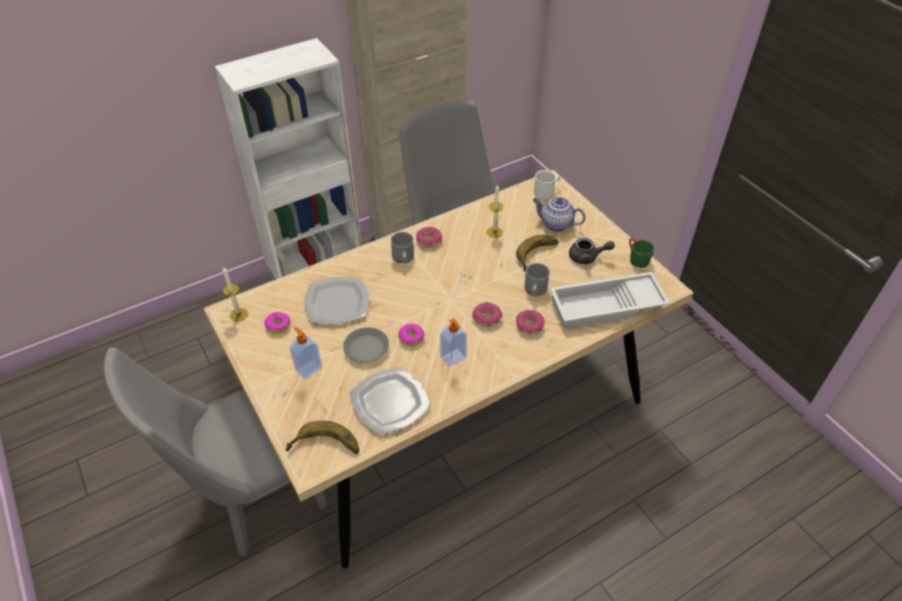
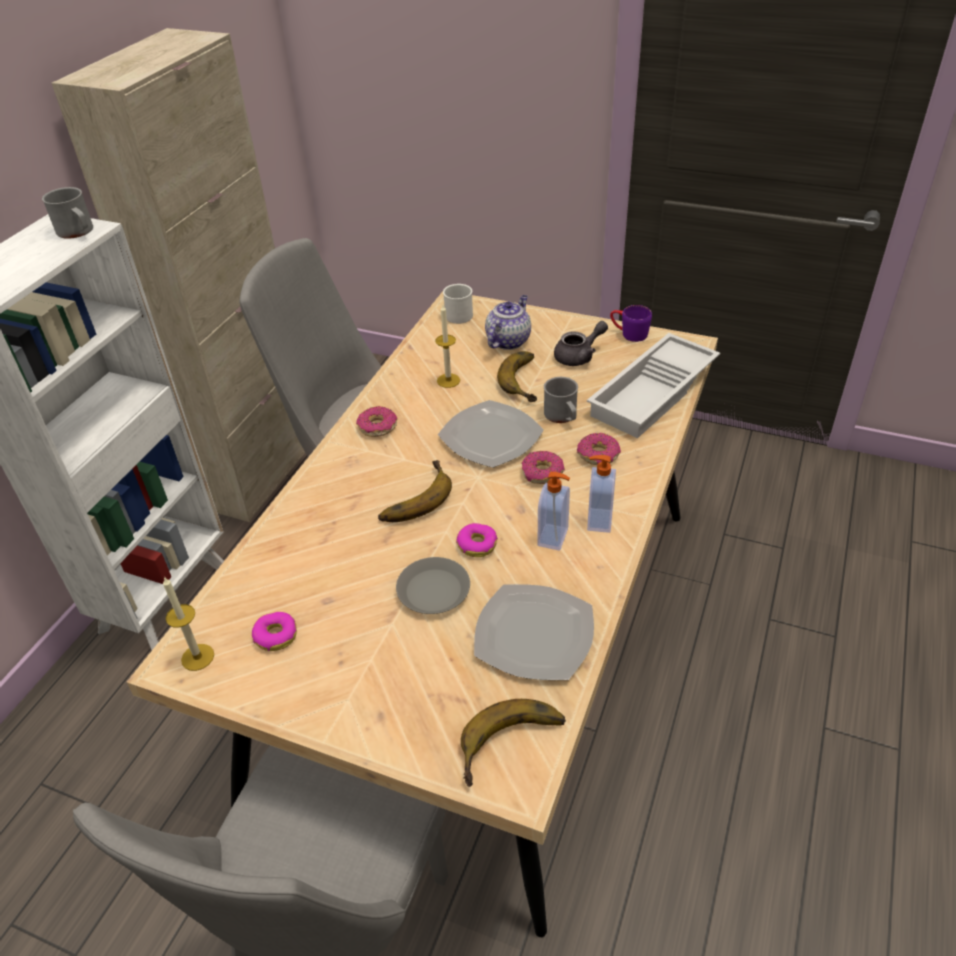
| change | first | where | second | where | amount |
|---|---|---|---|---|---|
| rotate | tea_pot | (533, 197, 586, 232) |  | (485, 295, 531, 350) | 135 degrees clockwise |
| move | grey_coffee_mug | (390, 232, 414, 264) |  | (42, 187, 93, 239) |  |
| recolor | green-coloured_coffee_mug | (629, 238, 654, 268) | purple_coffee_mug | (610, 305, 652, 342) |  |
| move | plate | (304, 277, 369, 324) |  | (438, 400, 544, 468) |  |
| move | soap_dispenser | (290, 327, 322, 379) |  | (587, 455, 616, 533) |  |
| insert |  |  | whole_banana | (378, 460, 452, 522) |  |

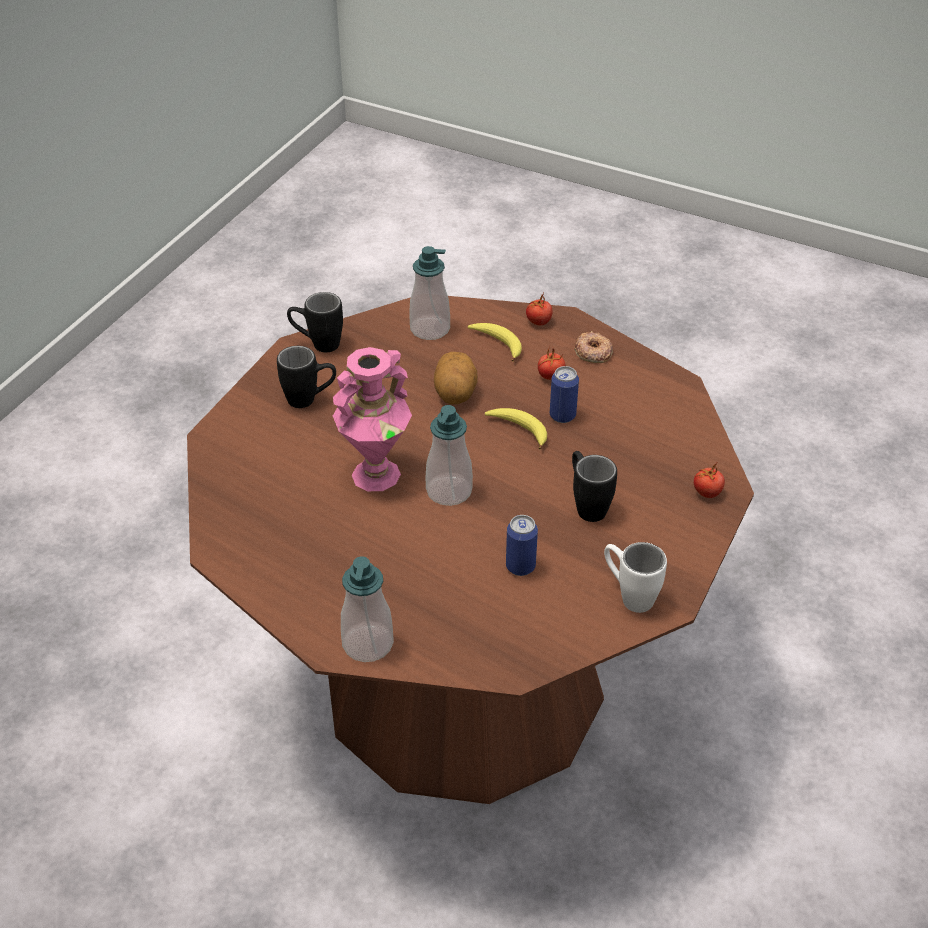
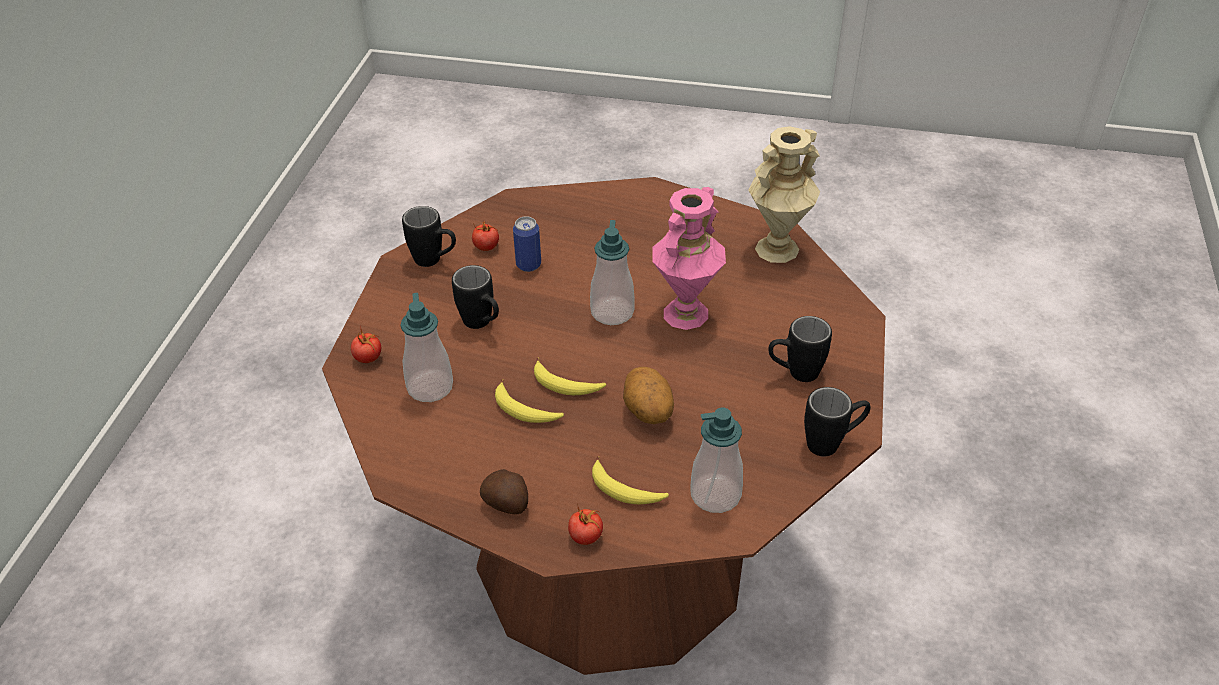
| change | first | where | second | where | amount |
|---|---|---|---|---|---|
| replace | doughnut | (574, 331, 613, 363) | whole_potato | (480, 469, 528, 514) |  |
| move | tomato | (538, 347, 566, 380) |  | (472, 221, 499, 251) |  |
| replace | can | (550, 366, 579, 423) | whole_banana | (495, 379, 564, 423) |  |
| recolor | white_coffee_mug | (604, 542, 667, 613) | black-coloured_coffee_mug | (402, 206, 456, 267) |  |
| move | soap_dispenser | (341, 556, 394, 662) |  | (400, 293, 453, 402) |  |
| insert |  |  | beige-coloured_flower_vase | (748, 126, 820, 263) |  |

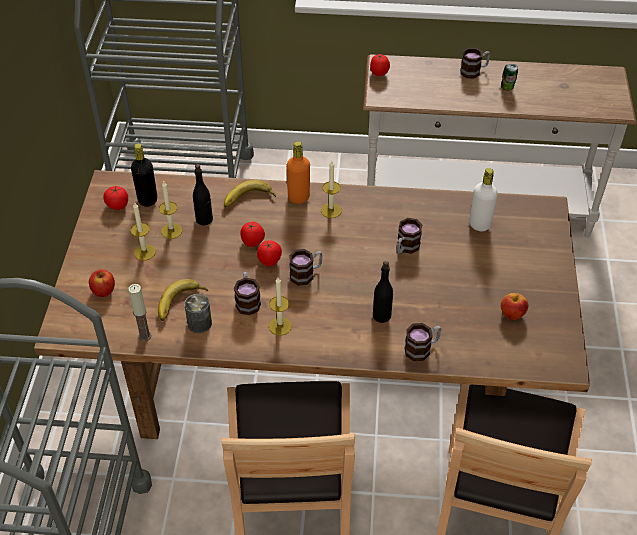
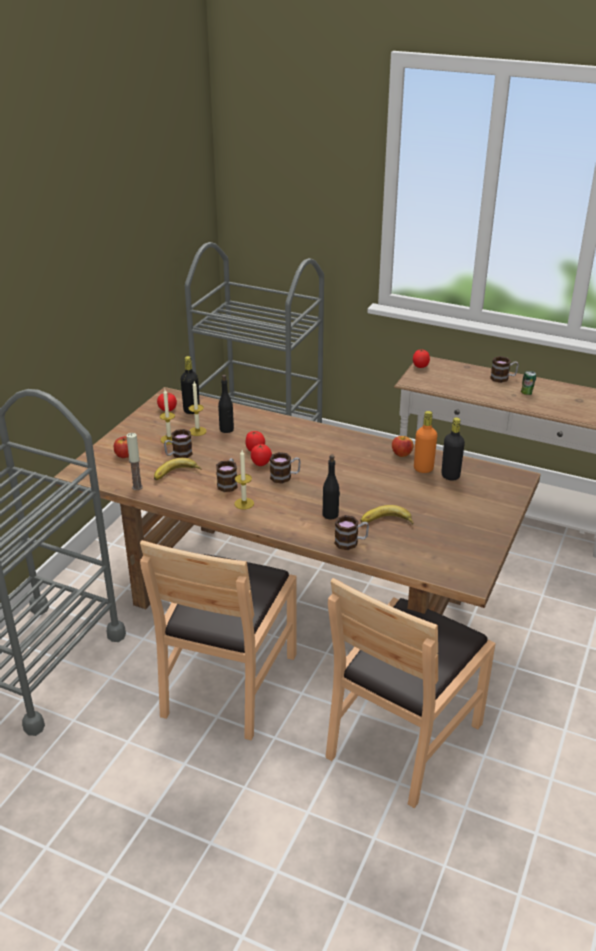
| change | first | where | second | where | amount |
|---|---|---|---|---|---|
| move | orange_drink_bottle | (286, 141, 310, 204) |  | (414, 411, 437, 473) |  |
| delete | wax_light | (321, 161, 342, 218) |  |  |  |
| recolor | white_drink_bottle | (469, 168, 498, 231) | black-coloured_drink_bottle | (441, 417, 465, 481) |  |
| move | whole_banana | (224, 180, 276, 208) |  | (361, 505, 414, 524) |  |
| move | coffee_mug | (396, 218, 422, 254) |  | (164, 429, 193, 458) |  |
| move | apple_fruit | (501, 293, 528, 320) |  | (392, 436, 414, 457) |  |
| delete | can | (184, 294, 212, 333) |  |  |  |

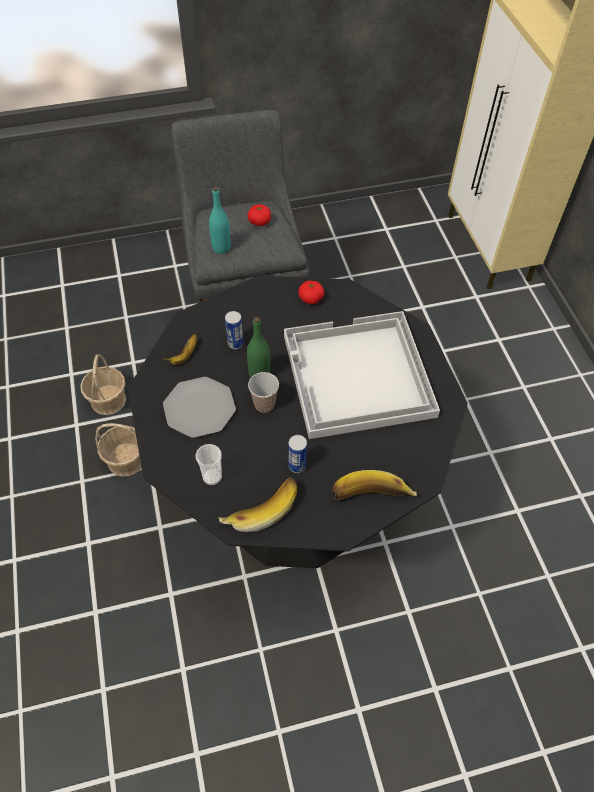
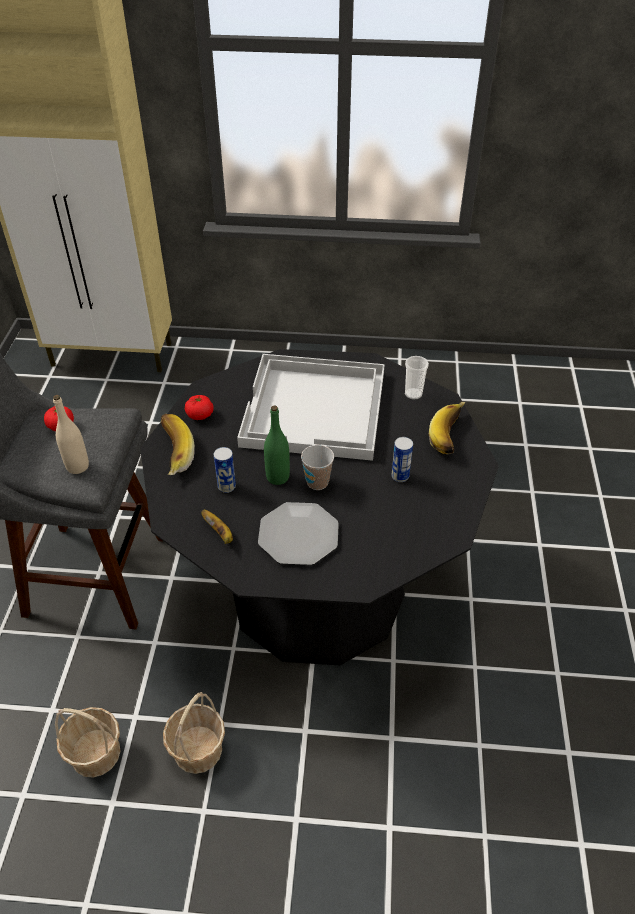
| change | first | where | second | where | amount |
|---|---|---|---|---|---|
| recolor | turquoise_drink_bottle | (209, 187, 231, 254) | beige-coloured_drink_bottle | (53, 395, 89, 474) |  |
| move | cup | (195, 444, 222, 485) |  | (405, 356, 429, 400) |  |
| move | whole_banana | (218, 477, 297, 532) |  | (161, 414, 195, 475) |  |

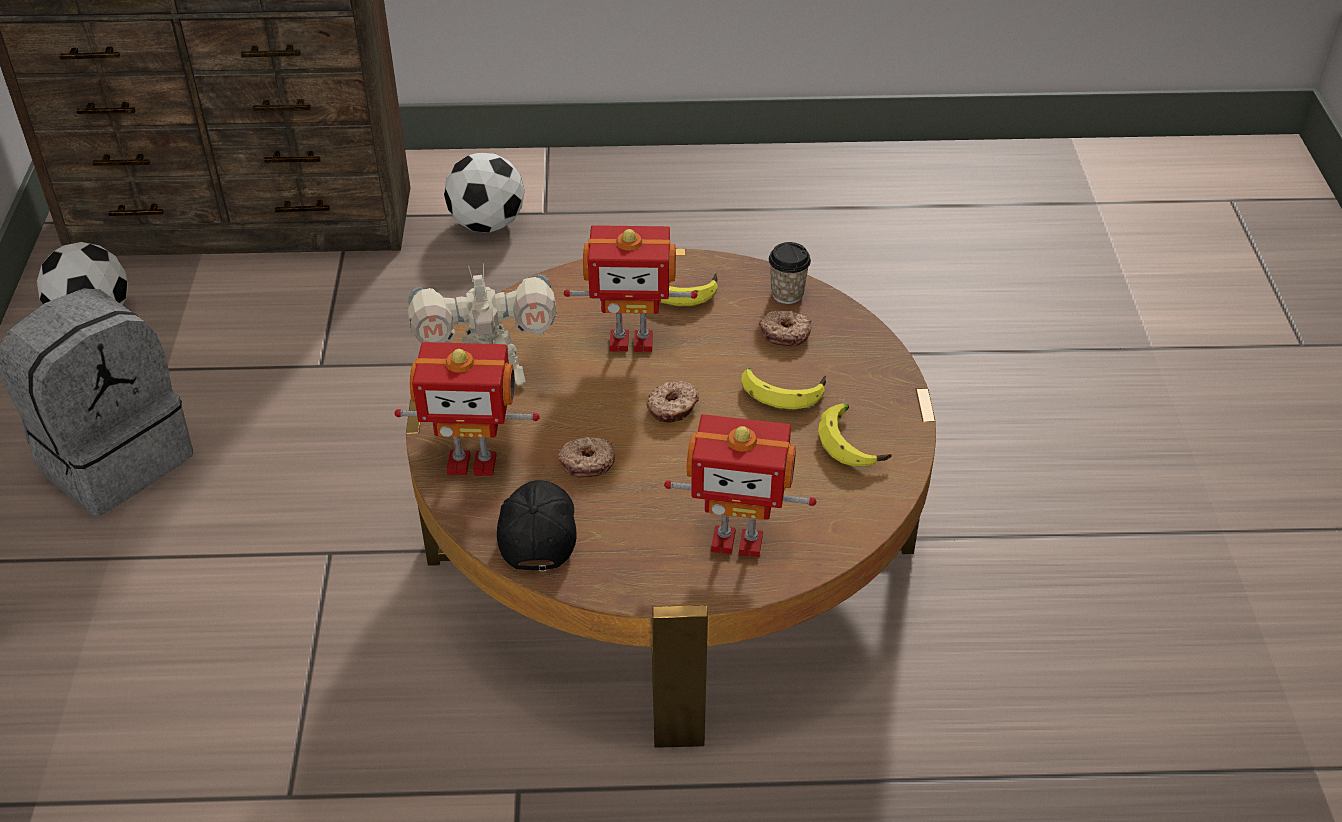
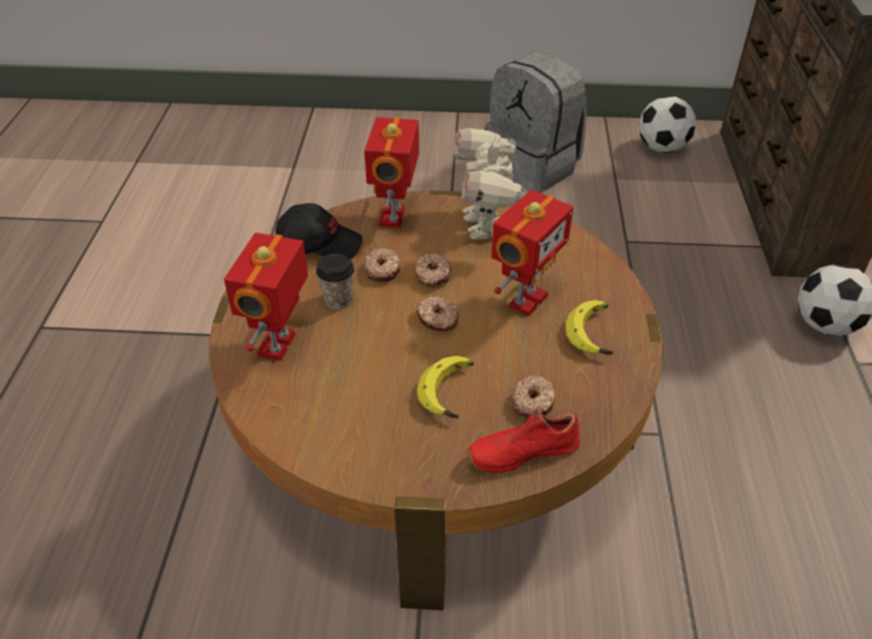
| change | first | where | second | where | amount |
|---|---|---|---|---|---|
| rotate | model_robot | (564, 225, 697, 352) |  | (491, 190, 573, 316) | 150 degrees counterclockwise |
| move | cup | (769, 242, 811, 304) |  | (316, 253, 354, 309) |  |
| delete | whole_banana | (818, 403, 892, 467) |  |  |  |
| insert |  |  | doughnut | (415, 253, 452, 288) |  |
| insert |  |  | red-coloured_item_of_footwear | (467, 405, 584, 474) |  |

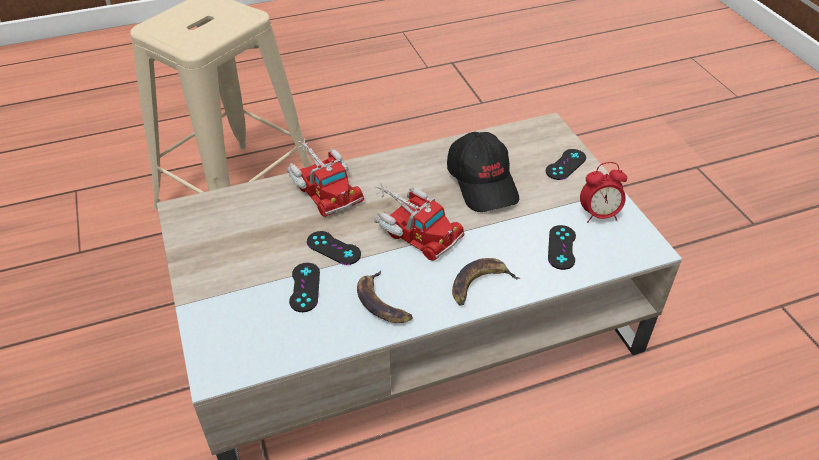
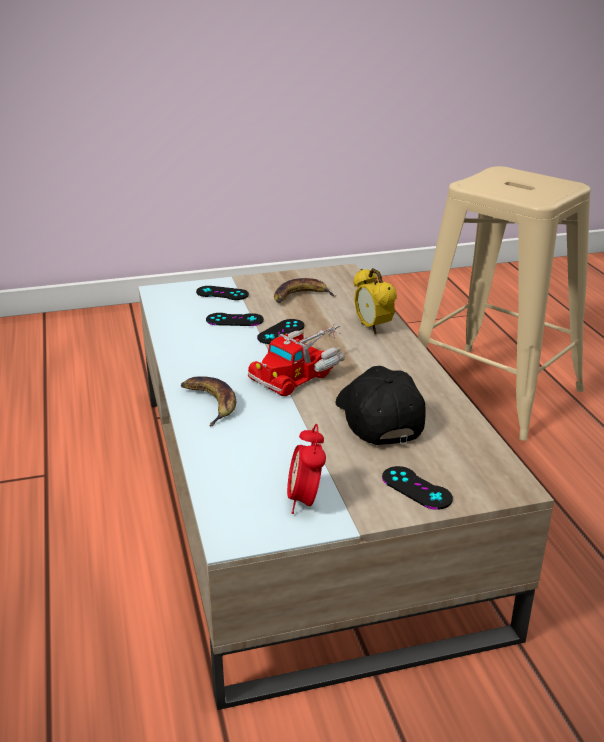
| change | first | where | second | where | amount |
|---|---|---|---|---|---|
| rotate | black-coloured_cap | (447, 132, 519, 212) |  | (336, 366, 426, 445) | 90 degrees clockwise |
| replace | toy_truck | (287, 139, 364, 217) | table_clock | (353, 268, 397, 334) |  |
| move | black-coloured_joypad | (548, 225, 576, 270) |  | (196, 286, 249, 300) |  |
| move | whole_banana | (357, 270, 413, 323) |  | (274, 278, 337, 303) |  |

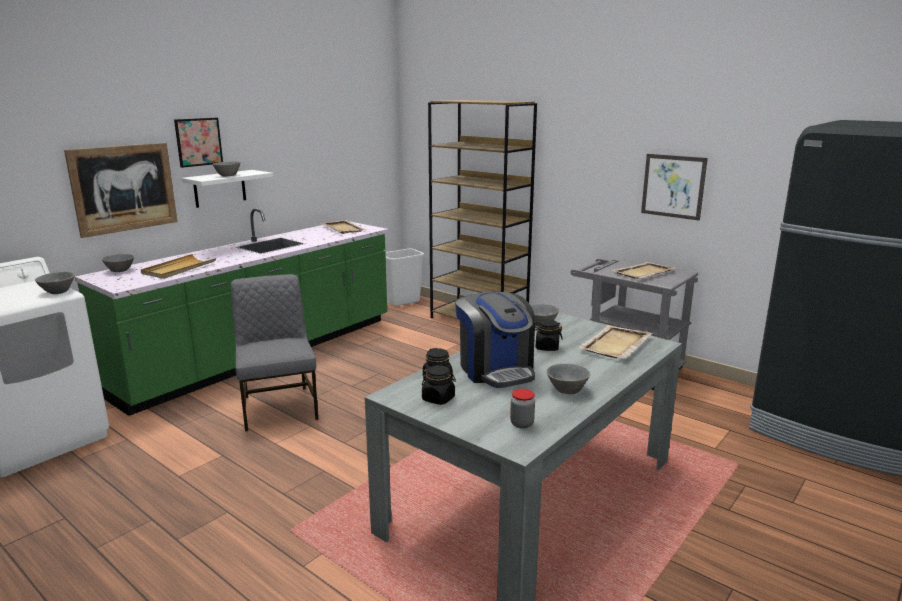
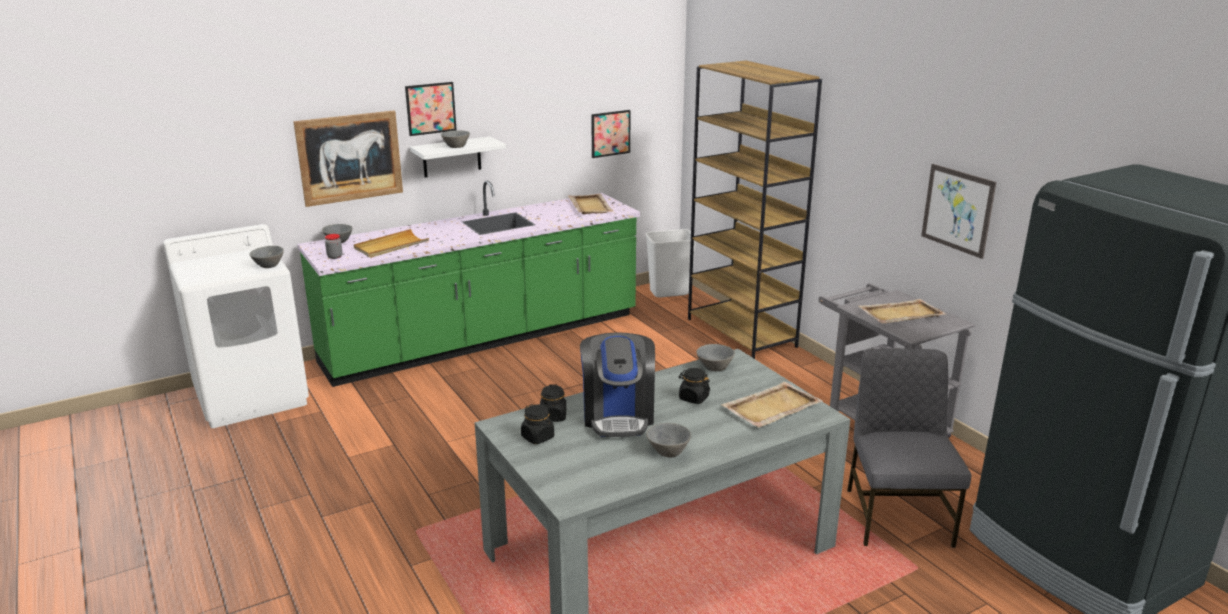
| change | first | where | second | where | amount |
|---|---|---|---|---|---|
| move | grey_upright_chair | (231, 274, 319, 432) |  | (847, 348, 971, 548) |  |
| move | jar | (510, 389, 535, 429) |  | (325, 234, 343, 259) |  |
| insert |  |  | wall_art | (591, 110, 631, 158) |  |

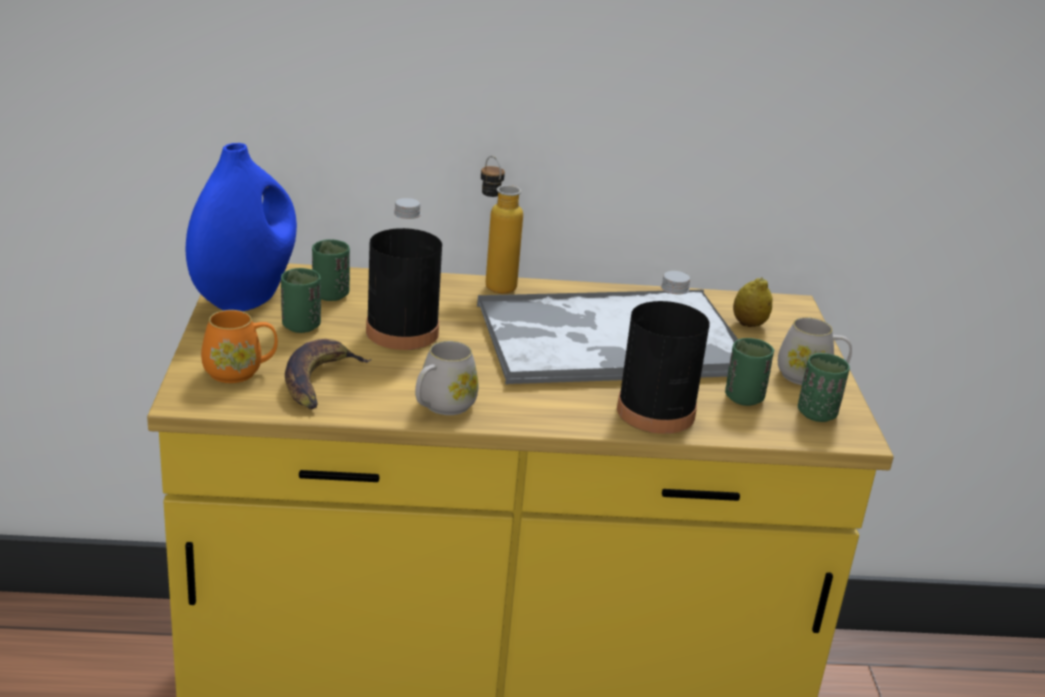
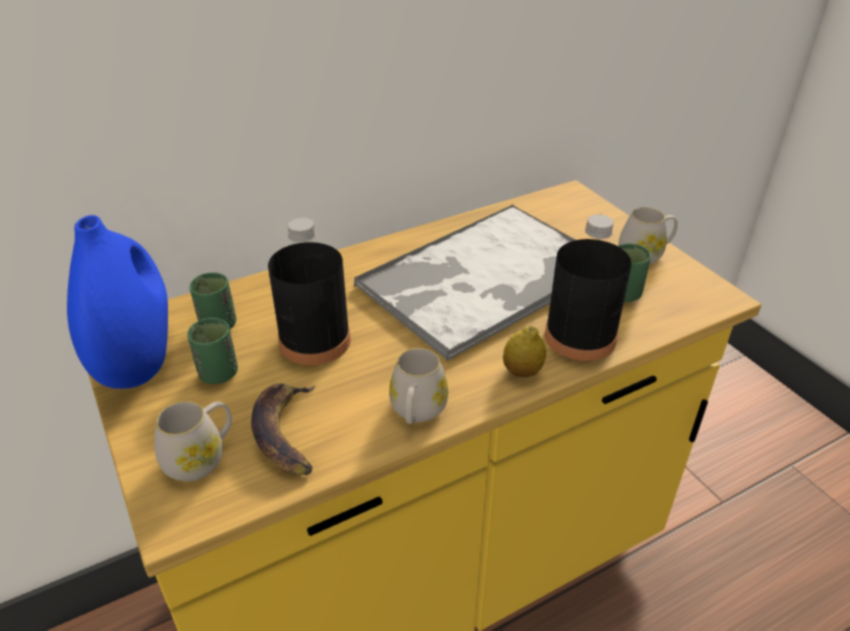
| change | first | where | second | where | amount |
|---|---|---|---|---|---|
| delete | drink_bottle | (481, 156, 523, 294) |  |  |  |
| move | citrus_fruit | (733, 277, 772, 327) |  | (503, 326, 546, 377) |  |
| recolor | orange_coffee_mug | (201, 310, 278, 383) | white_coffee_mug | (155, 401, 232, 482) |  |
| delete | green-coloured_cup | (798, 353, 850, 422) |  |  |  |

